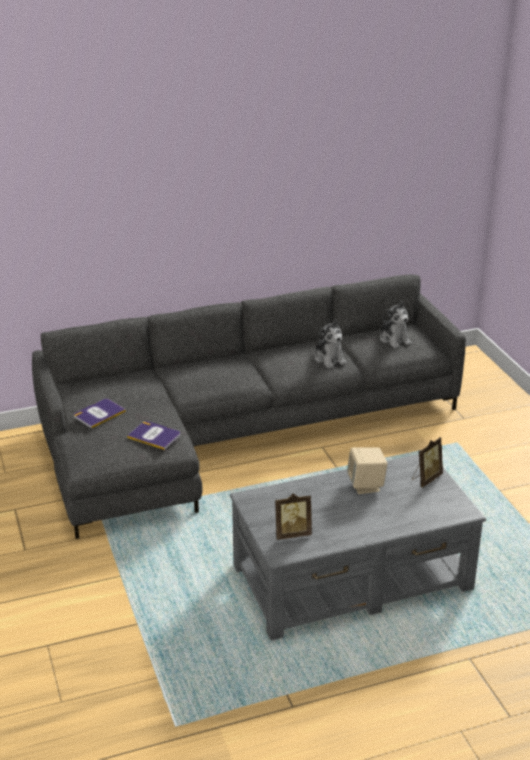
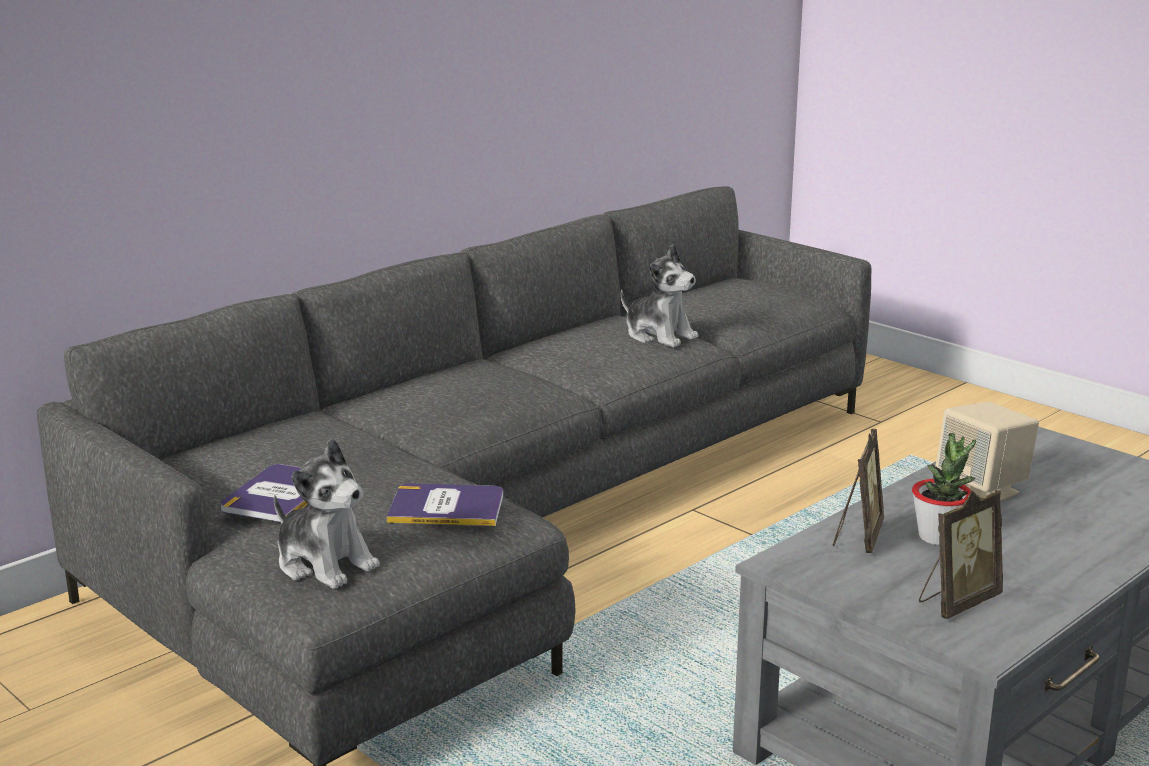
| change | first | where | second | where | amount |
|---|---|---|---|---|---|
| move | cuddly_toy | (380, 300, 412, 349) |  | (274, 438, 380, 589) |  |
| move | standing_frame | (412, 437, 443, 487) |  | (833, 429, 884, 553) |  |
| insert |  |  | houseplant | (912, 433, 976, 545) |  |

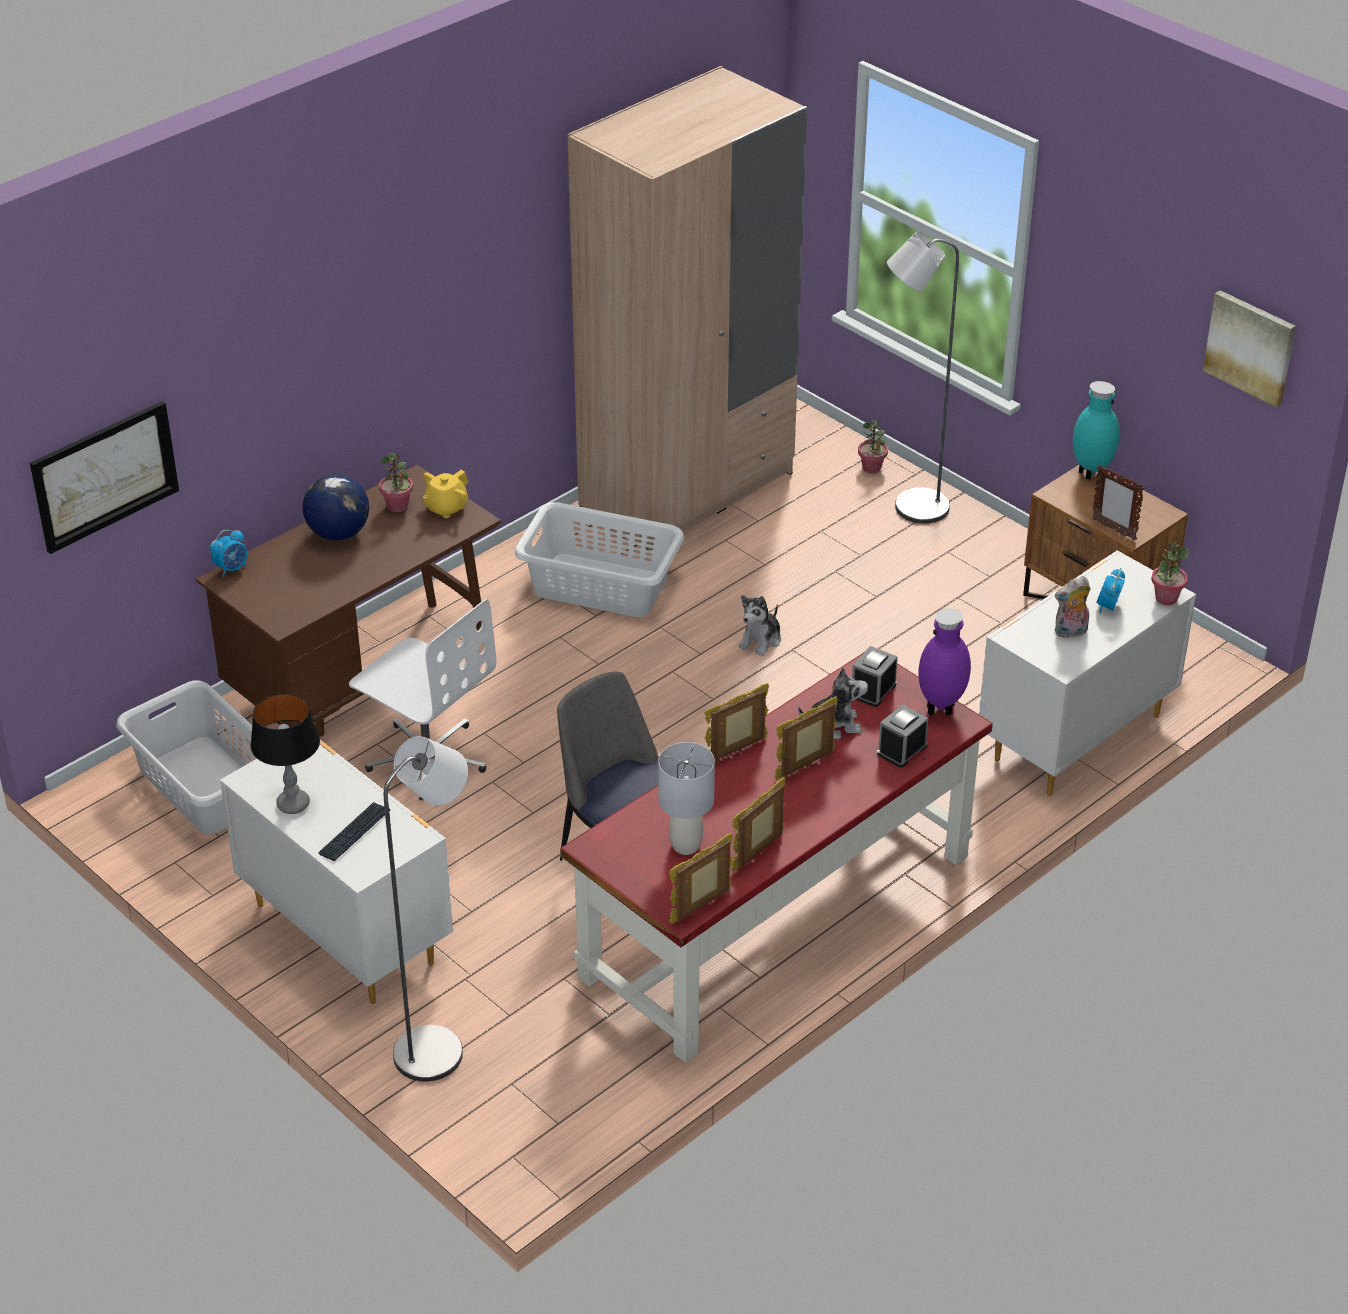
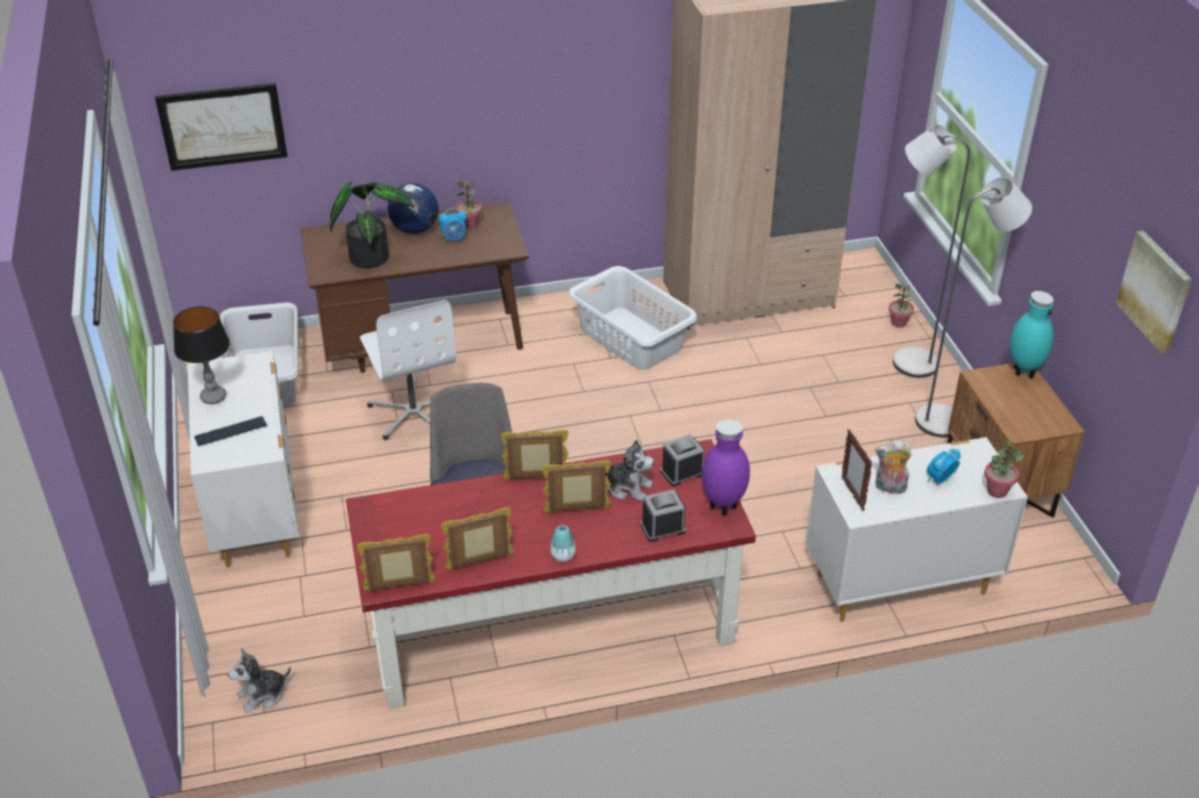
| change | first | where | second | where | amount |
|---|---|---|---|---|---|
| move | standing_frame | (1092, 465, 1144, 540) |  | (841, 430, 872, 511) |  |
| delete | yellowish_tea_pot | (422, 470, 468, 518) |  |  |  |
| move | table_clock | (210, 530, 247, 577) |  | (438, 208, 467, 243) |  |
| move | cuddly_toy | (739, 595, 781, 656) |  | (227, 648, 291, 713) |  |
| move | grey_standard_lamp | (384, 736, 468, 1082) |  | (915, 177, 1032, 437) |  |
| delete | grey_table_lamp | (658, 742, 715, 855) |  |  |  |
| insert |  |  | houseplant | (330, 182, 414, 268) |  |
| insert |  |  | flower_vase | (550, 525, 576, 562) |  |

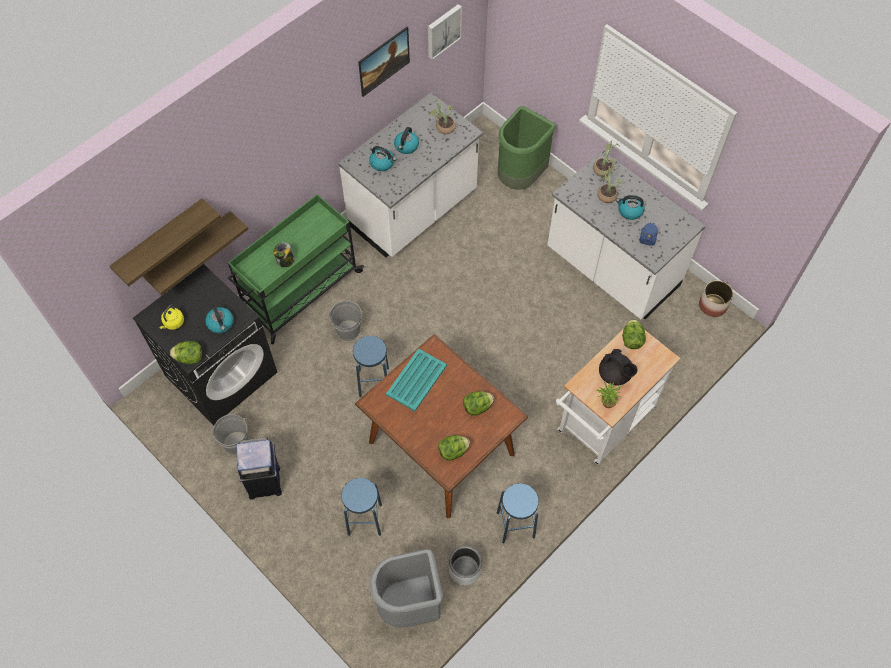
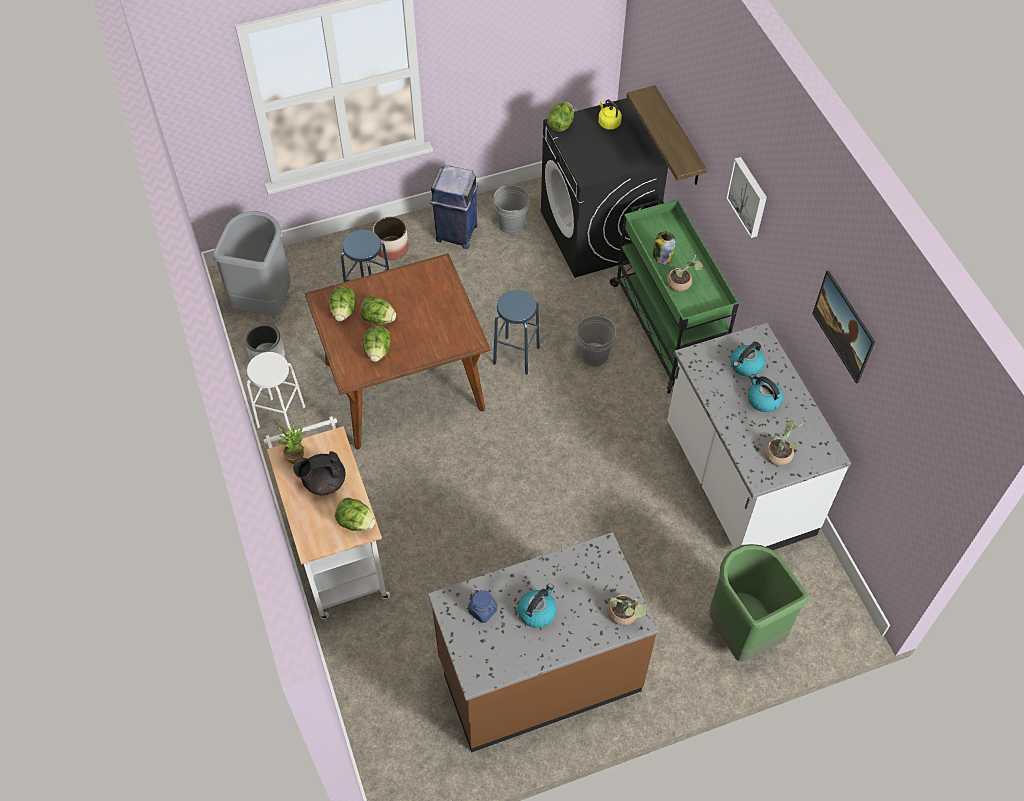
| change | first | where | second | where | amount |
|---|---|---|---|---|---|
| move | wall_art | (428, 4, 462, 60) |  | (726, 157, 767, 238) |  |
| recolor | white_kitchen_base_unit | (548, 150, 705, 319) | brownish_kitchen_base_unit | (428, 532, 658, 753) |  |
| move | houseplant | (597, 165, 623, 203) |  | (667, 255, 703, 292) |  |
| delete | bracket_shelf | (110, 198, 221, 286) |  |  |  |
| move | planter | (699, 280, 733, 317) |  | (373, 217, 409, 260) |  |
| delete | tea_kettle | (205, 305, 234, 333) |  |  |  |
| delete | turquoise_carrying_tray | (386, 348, 447, 411) |  |  |  |
| recolor | blue_stool_seat | (497, 483, 539, 544) | white_stool_seat | (246, 352, 305, 430) |  |
| insert |  |  | lettuce_head | (360, 296, 396, 325) |  |

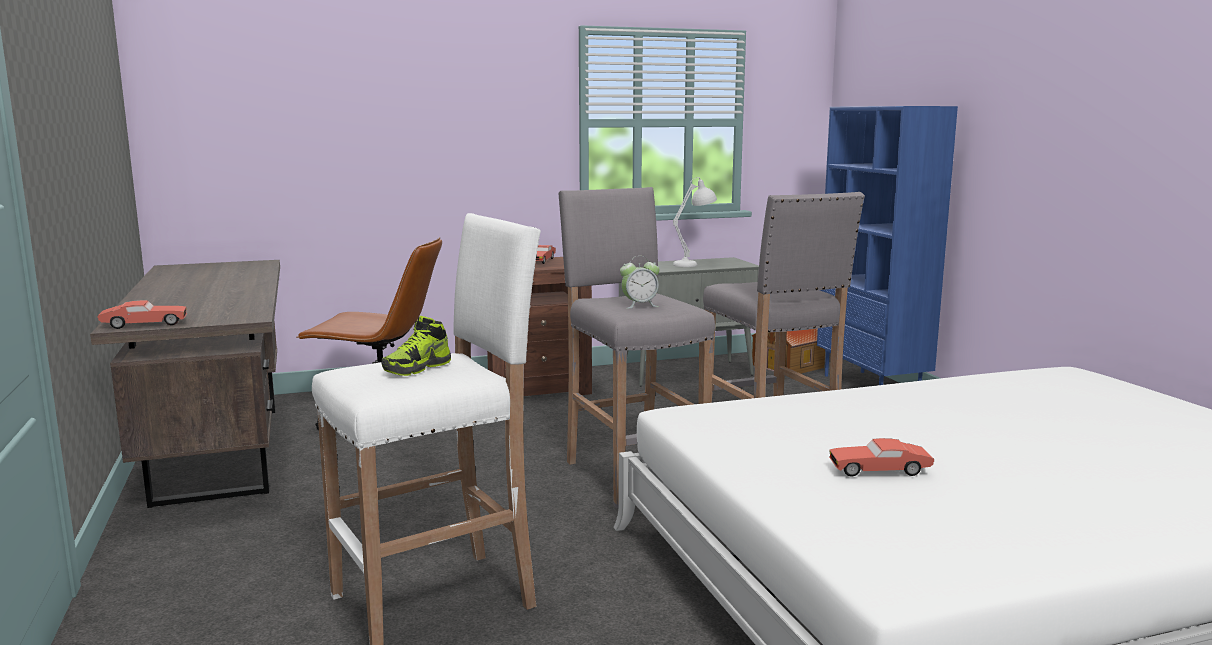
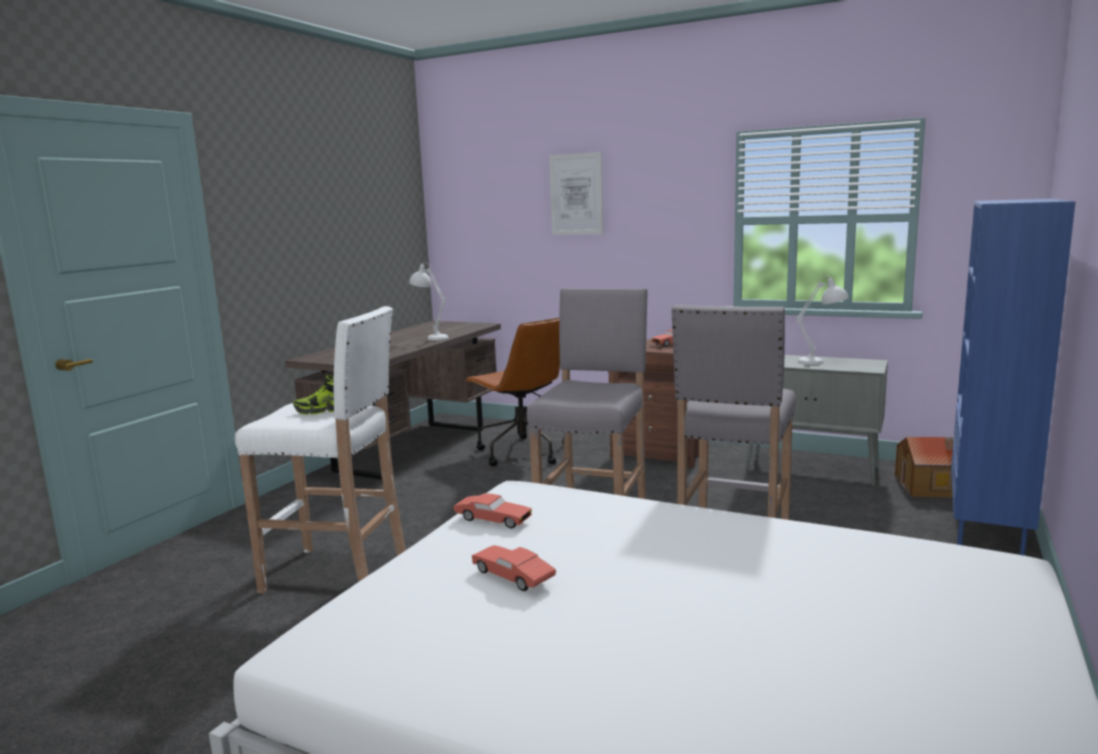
| change | first | where | second | where | amount |
|---|---|---|---|---|---|
| delete | table_clock | (620, 256, 660, 309) |  |  |  |
| move | red-coloured_miniature_car | (97, 300, 187, 329) |  | (453, 493, 532, 528) |  |
| insert |  |  | wall_art | (549, 152, 603, 235) |  |
| insert |  |  | white_table_lamp | (409, 262, 449, 341) |  |

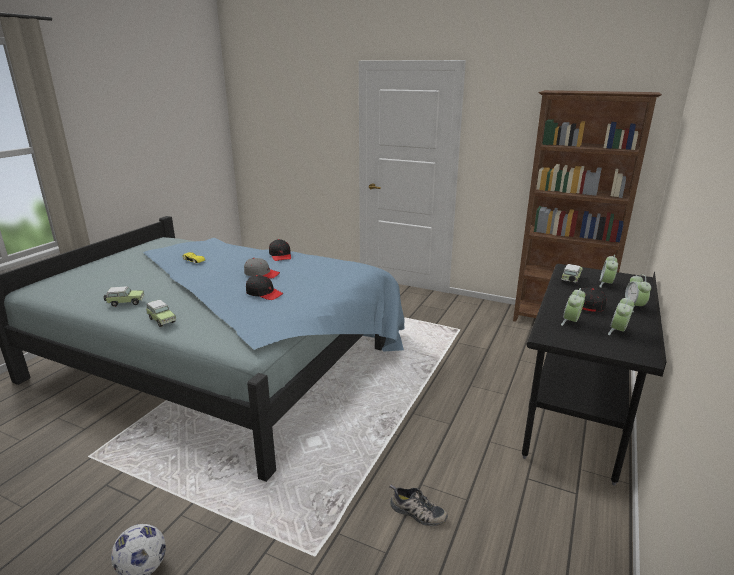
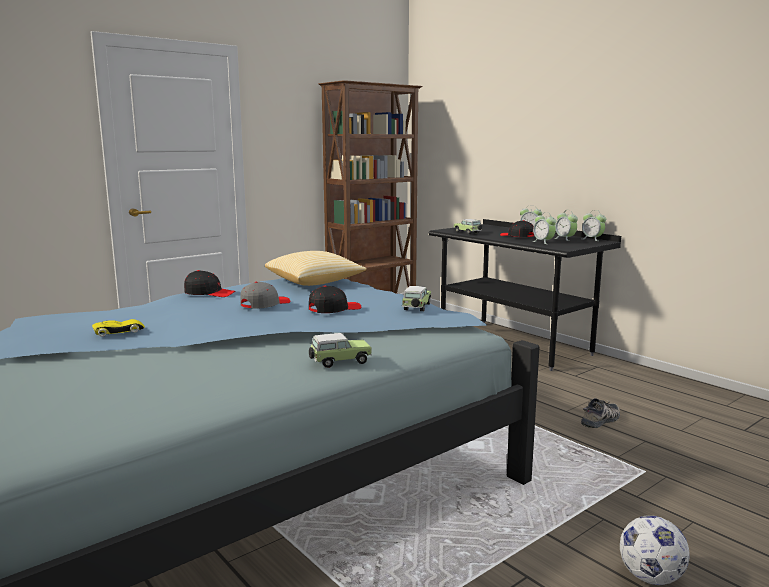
| change | first | where | second | where | amount |
|---|---|---|---|---|---|
| move | table_clock | (599, 254, 618, 288) |  | (582, 210, 606, 241) |  |
| move | miniature_car | (104, 286, 144, 307) |  | (402, 286, 431, 311) |  |
| insert |  |  | pillow | (265, 251, 367, 286) |  |

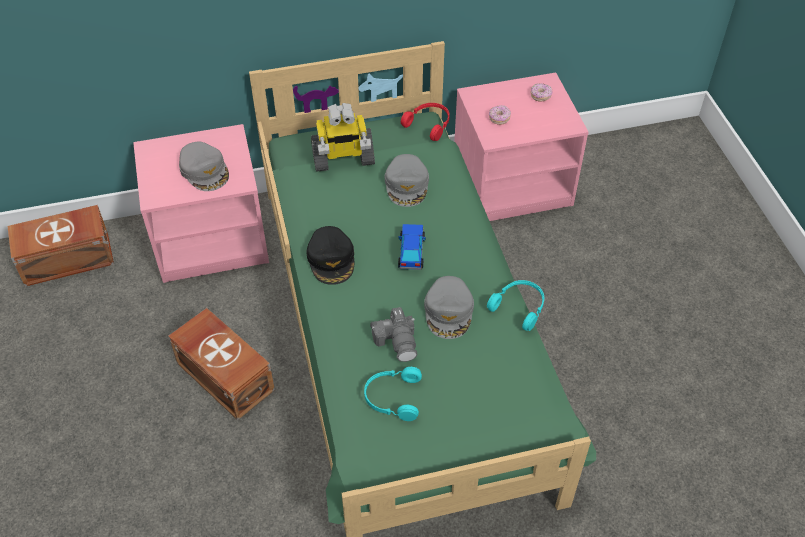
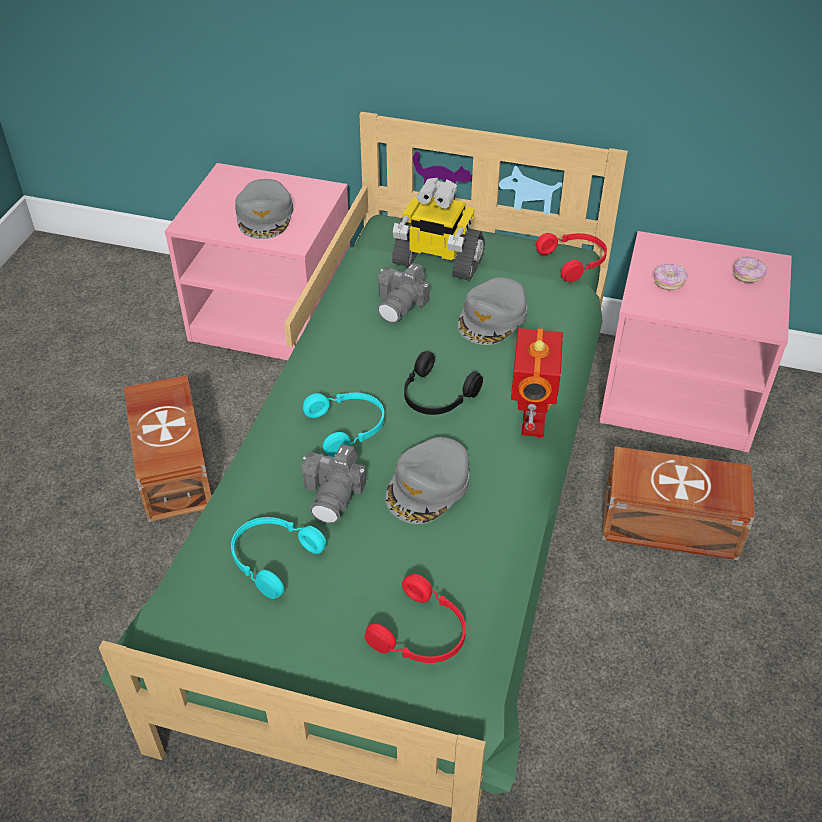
| change | first | where | second | where | amount |
|---|---|---|---|---|---|
| move | brownish_storage_container | (8, 205, 114, 287) |  | (602, 446, 755, 560) |  |
| replace | miniature_car | (398, 224, 426, 270) | black-coloured_pair_of_headphones | (404, 351, 483, 415) |  |
| delete | black-coloured_cap | (307, 226, 354, 285) |  |  |  |
| move | turquoise_pair_of_headphones | (487, 280, 544, 331) |  | (303, 393, 385, 457) |  |
| insert |  |  | still_camera | (377, 263, 430, 323) |  |
| insert |  |  | model_robot | (511, 328, 563, 437) |  |
| insert |  |  | red-coloured_pair_of_headphones | (365, 574, 466, 663) |  |

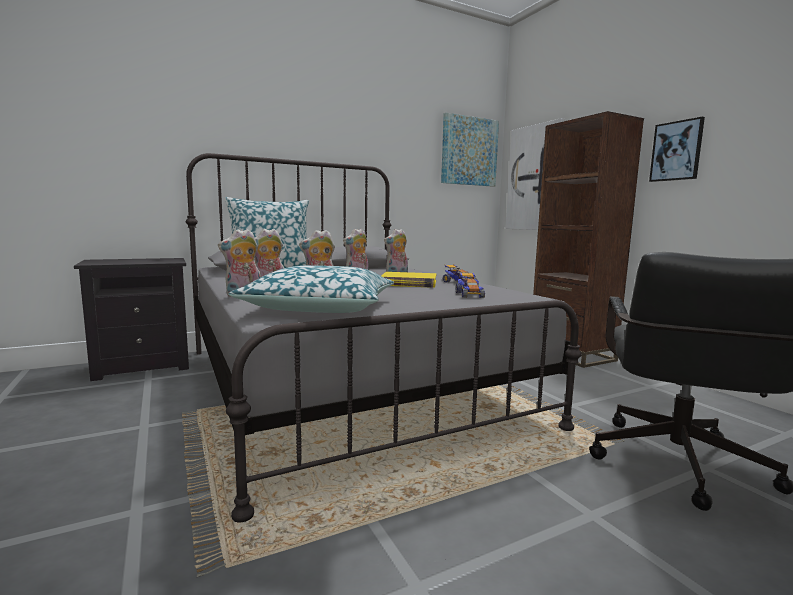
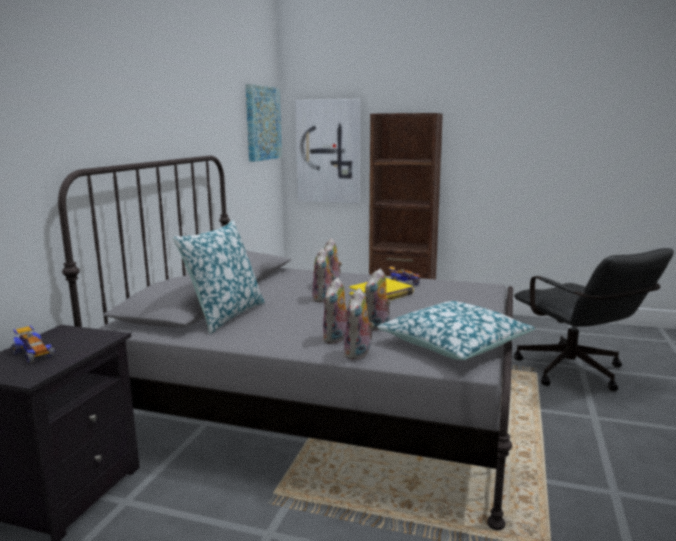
| change | first | where | second | where | amount |
|---|---|---|---|---|---|
| delete | wall_art | (649, 117, 705, 182) |  |  |  |
| move | miniature_car | (456, 273, 485, 298) |  | (12, 325, 55, 363) |  |

